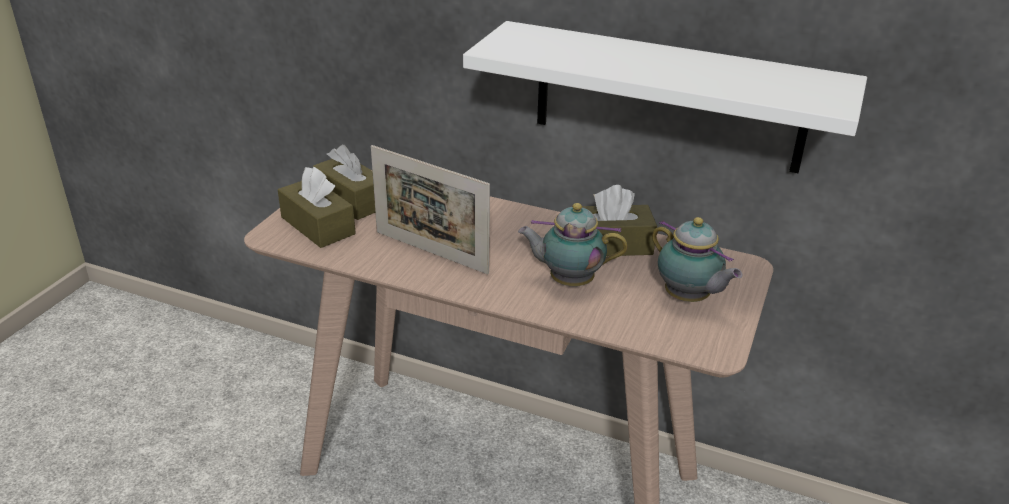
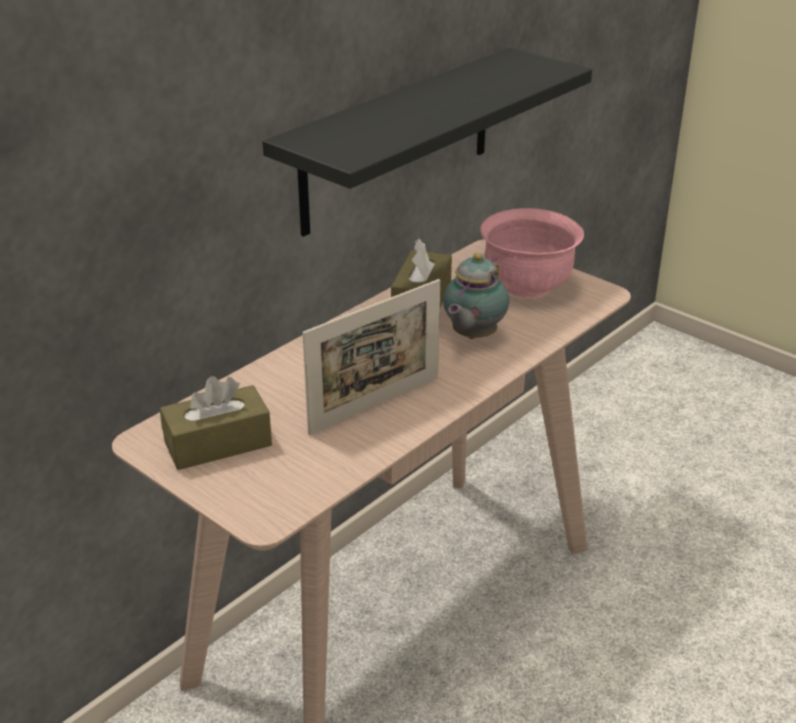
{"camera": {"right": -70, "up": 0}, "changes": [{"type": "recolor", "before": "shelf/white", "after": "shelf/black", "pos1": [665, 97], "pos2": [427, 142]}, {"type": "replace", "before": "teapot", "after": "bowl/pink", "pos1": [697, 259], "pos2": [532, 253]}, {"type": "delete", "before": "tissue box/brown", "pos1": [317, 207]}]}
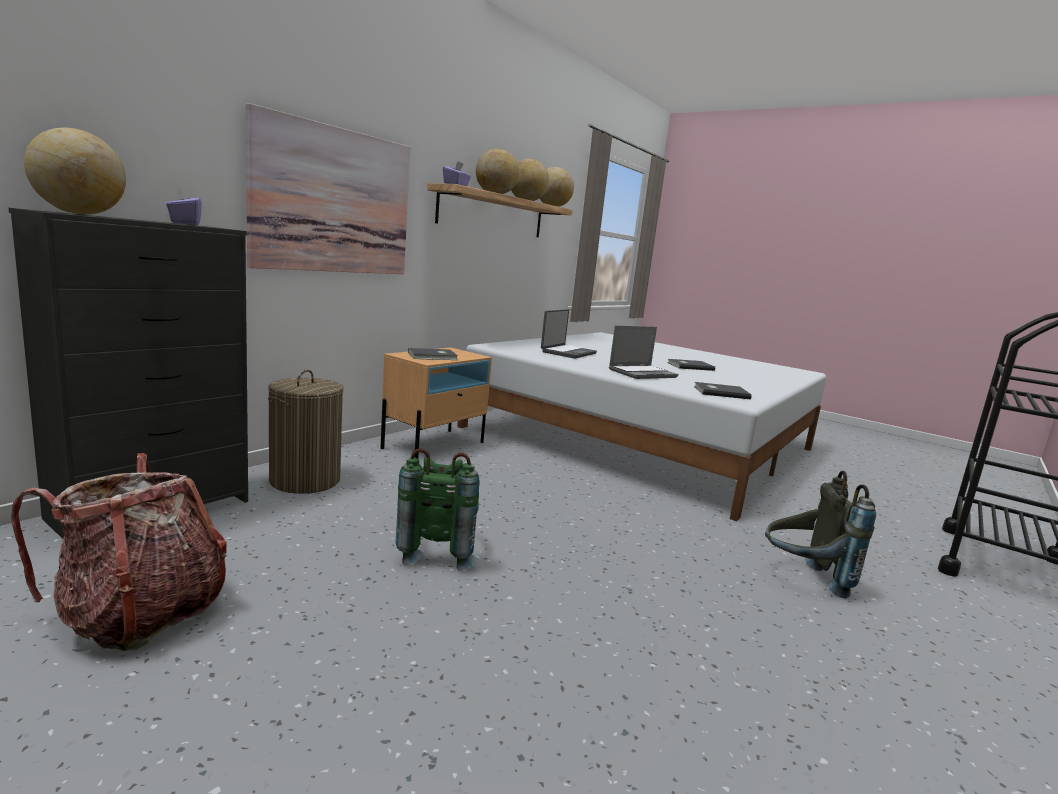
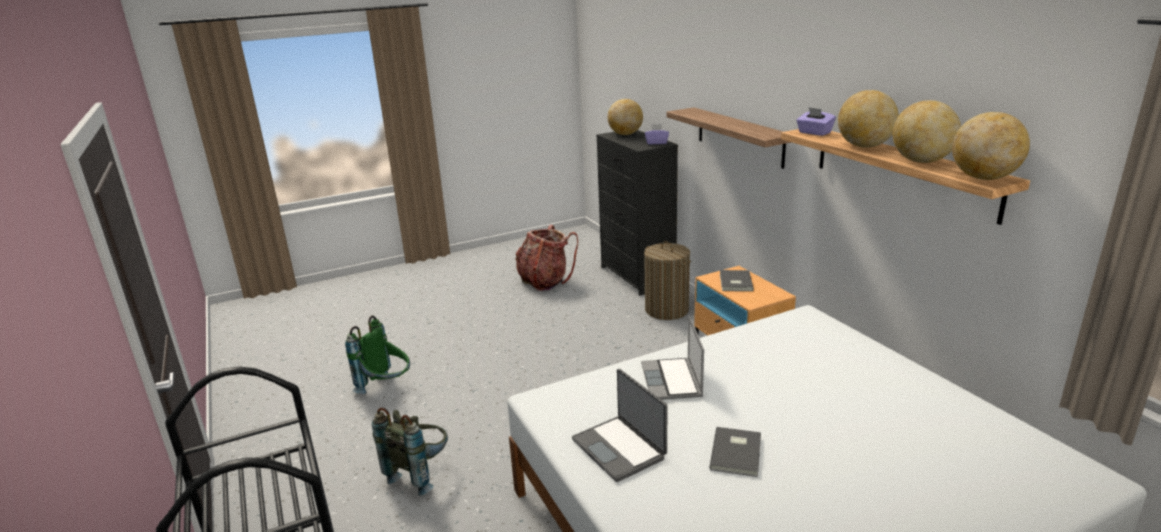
{"camera": {"right": 120, "up": 10}, "changes": [{"type": "move", "before": "backpack/green", "pos1": [438, 509], "pos2": [377, 355]}, {"type": "move", "before": "laptop", "pos1": [569, 334], "pos2": [619, 425]}, {"type": "replace", "before": "picture", "after": "shelf", "pos1": [328, 188], "pos2": [729, 138]}, {"type": "delete", "before": "book/grey", "pos1": [723, 391]}]}
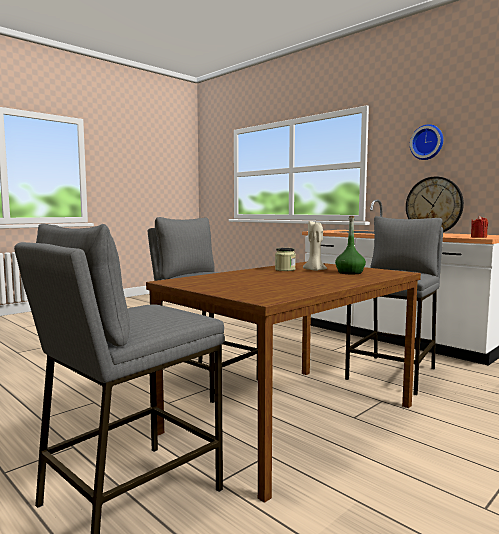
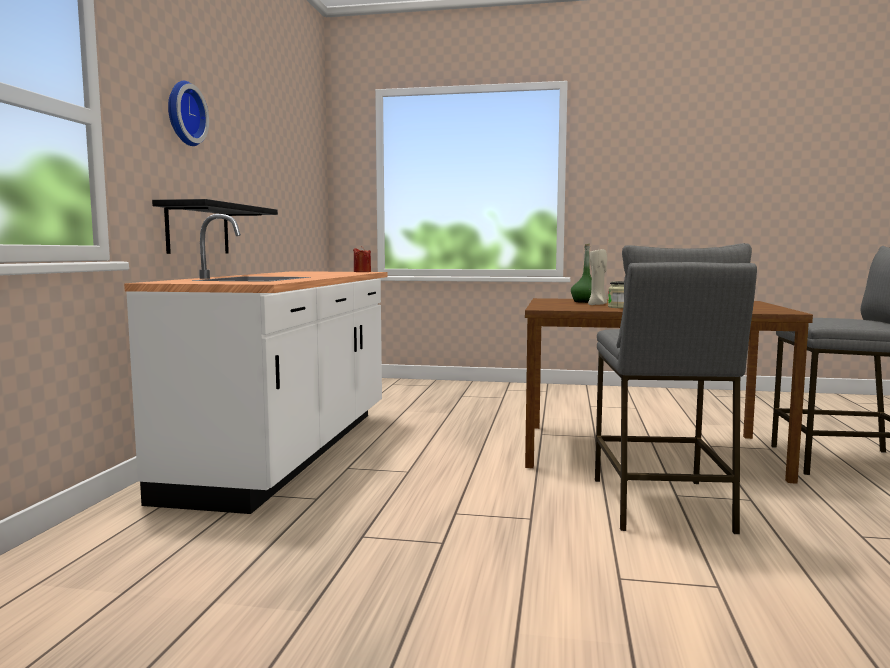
{"camera": {"right": -125, "up": 0}, "changes": [{"type": "replace", "before": "wall clock", "after": "shelf/black", "pos1": [435, 204], "pos2": [215, 226]}, {"type": "delete", "before": "stool/grey", "pos1": [394, 305]}]}
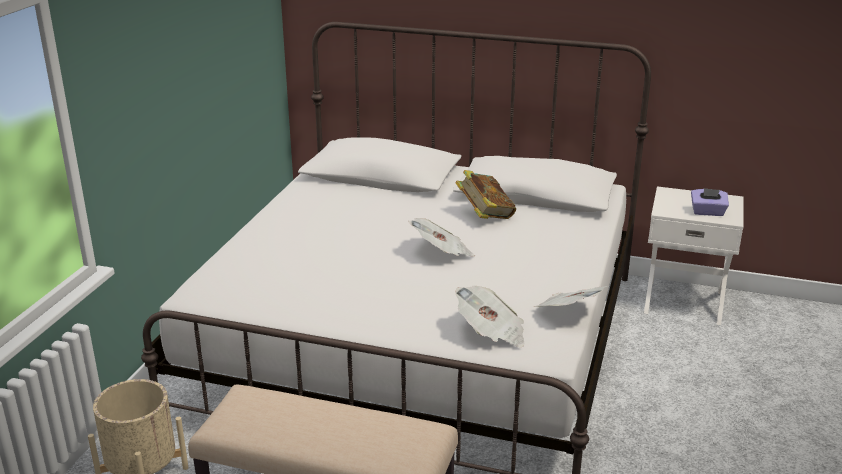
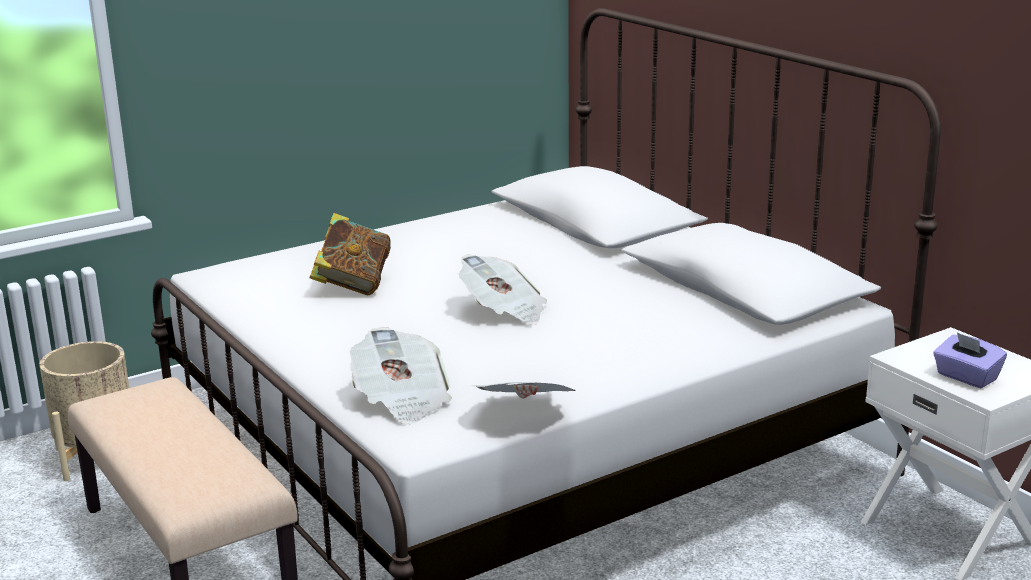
{"camera": {"right": 40, "up": -5}, "changes": [{"type": "move", "before": "book", "pos1": [485, 194], "pos2": [350, 254]}]}
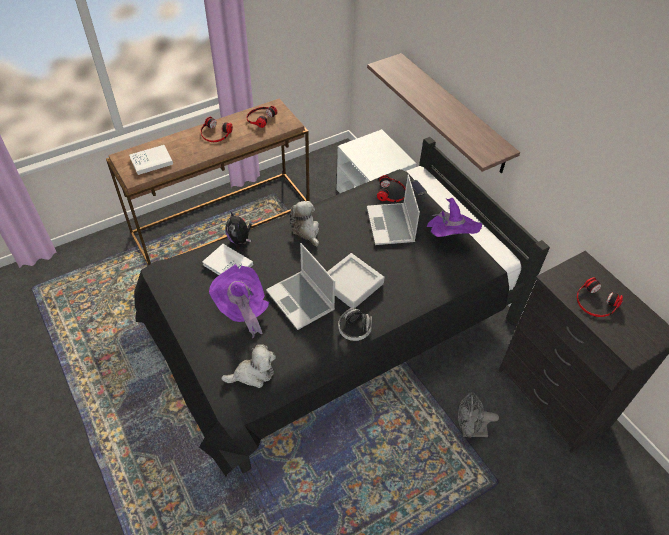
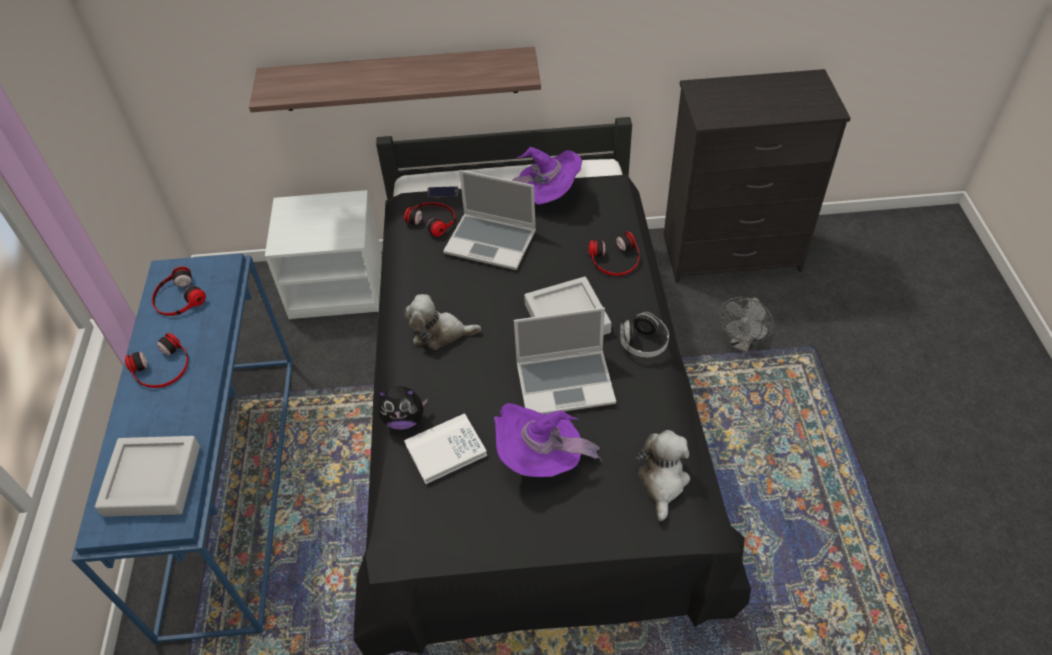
{"camera": {"right": -60, "up": 0}, "changes": [{"type": "recolor", "before": "console table/brown", "after": "console table/blue", "pos1": [208, 182], "pos2": [182, 448]}, {"type": "replace", "before": "book/white", "after": "tray/grey", "pos1": [151, 160], "pos2": [147, 476]}, {"type": "move", "before": "headphones", "pos1": [600, 297], "pos2": [614, 254]}]}
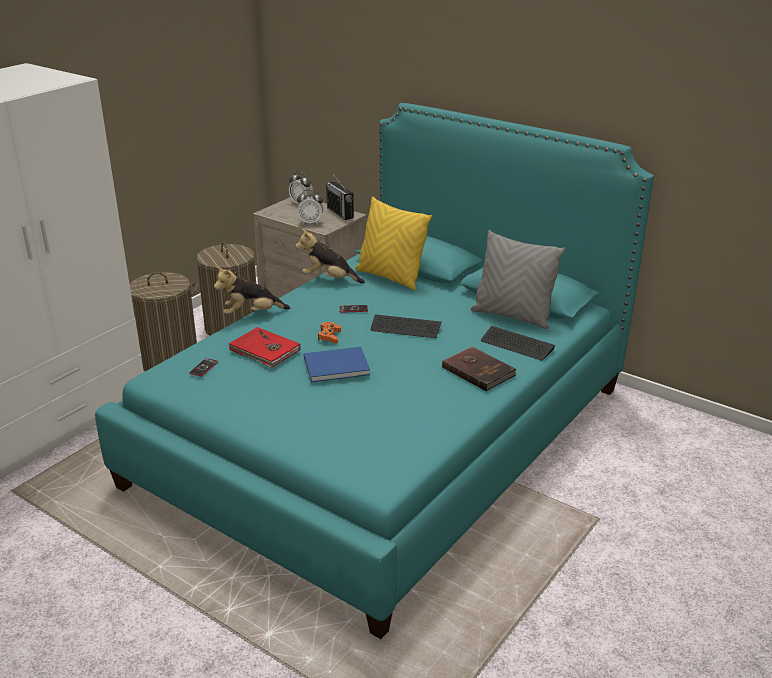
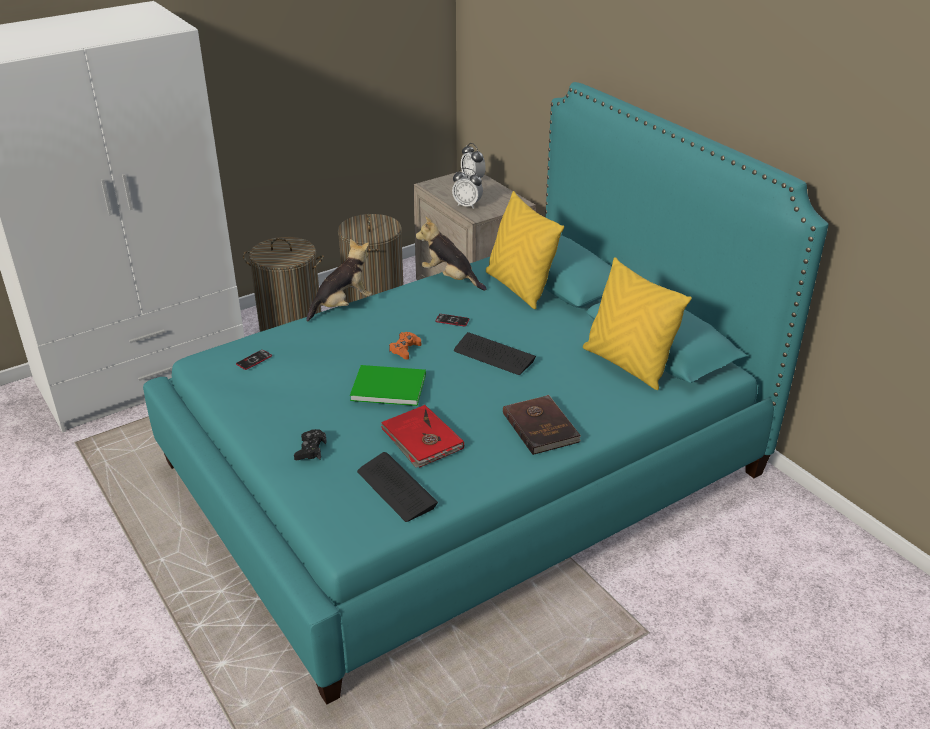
{"camera": {"right": 20, "up": 5}, "changes": [{"type": "insert", "after": "game controller/black", "pos2": [310, 444]}, {"type": "rotate", "before": "plush toy", "pos1": [252, 290], "pos2": [339, 280], "turn": 135}, {"type": "recolor", "before": "book/blue", "after": "book/green", "pos1": [337, 364], "pos2": [388, 385]}, {"type": "move", "before": "keyboard", "pos1": [518, 343], "pos2": [397, 487]}, {"type": "move", "before": "book/red", "pos1": [264, 347], "pos2": [422, 436]}, {"type": "recolor", "before": "pillow/grey", "after": "pillow/yellow", "pos1": [518, 279], "pos2": [637, 323]}, {"type": "delete", "before": "radio", "pos1": [339, 196]}]}
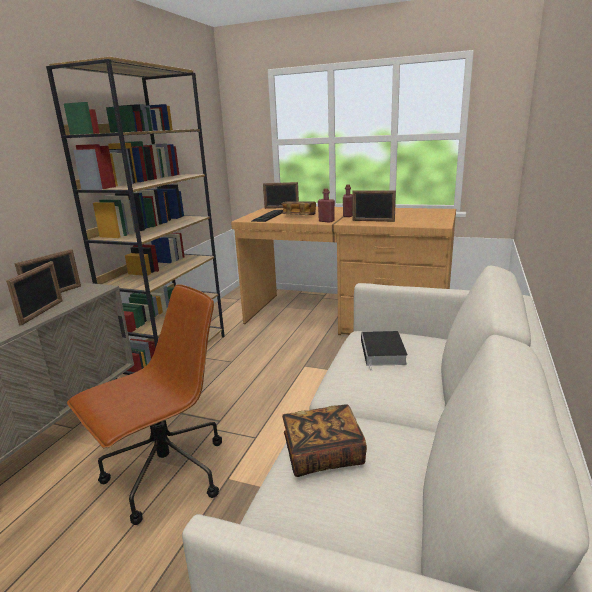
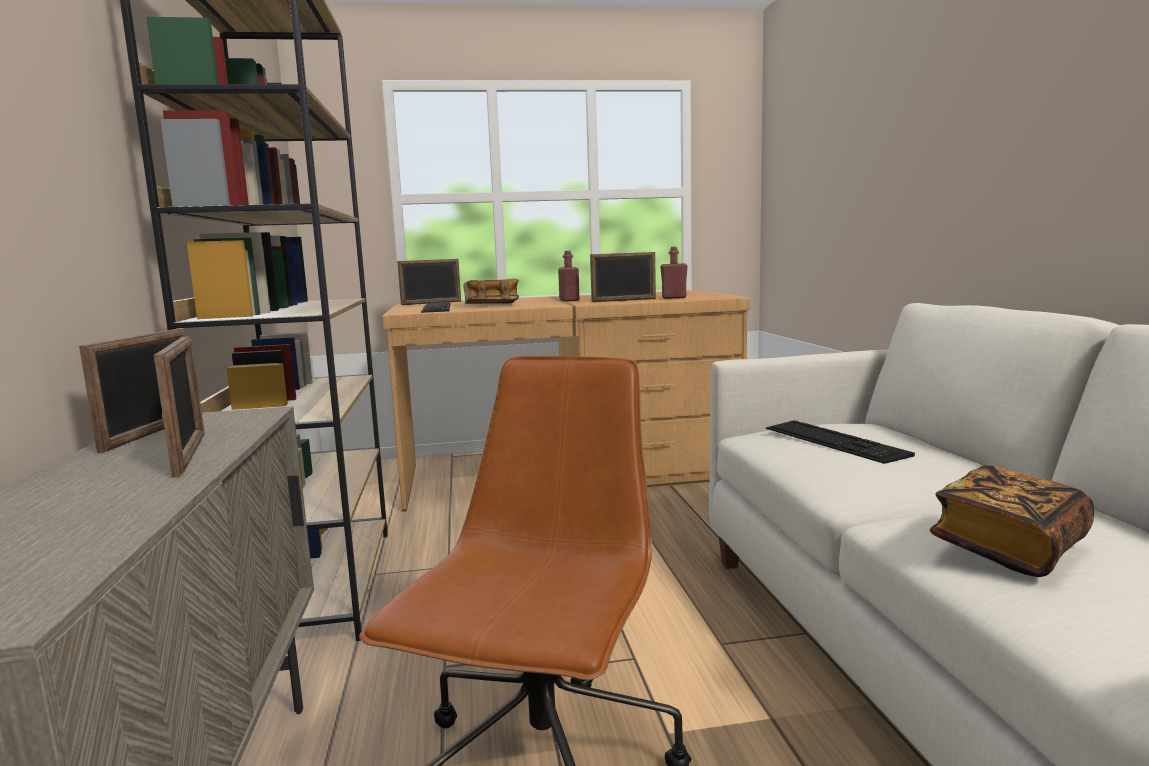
{"camera": {"right": -30, "up": -10}, "changes": [{"type": "move", "before": "bottle/red", "pos1": [326, 205], "pos2": [674, 273]}, {"type": "replace", "before": "book", "after": "keyboard", "pos1": [384, 351], "pos2": [840, 442]}]}
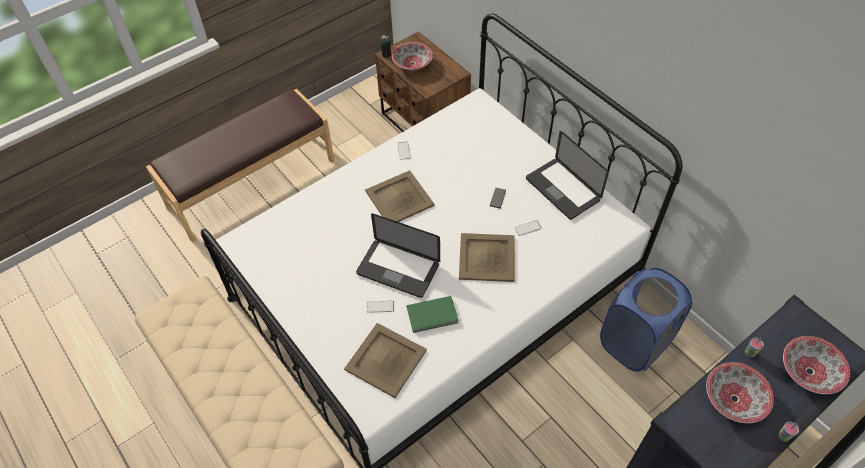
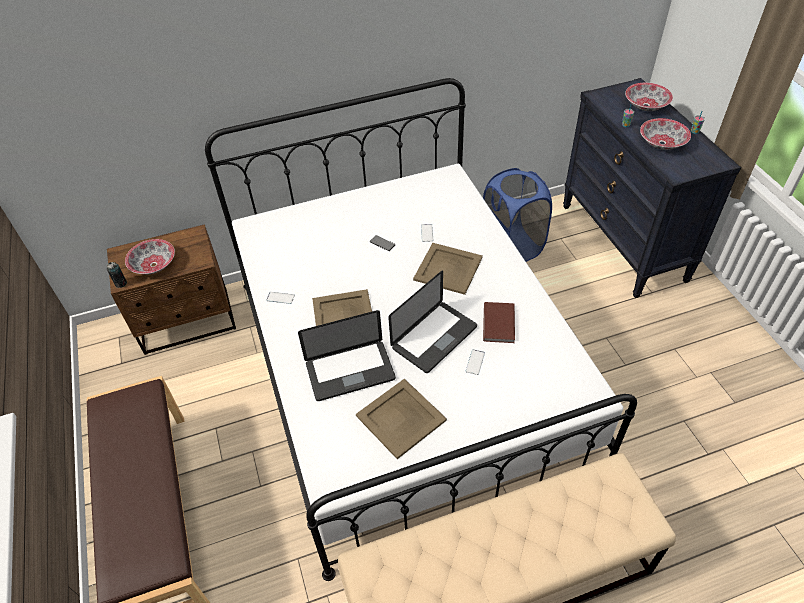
{"camera": {"right": -70, "up": -5}, "changes": [{"type": "move", "before": "laptop", "pos1": [567, 175], "pos2": [347, 355]}, {"type": "move", "before": "tray/beige", "pos1": [385, 360], "pos2": [401, 419]}, {"type": "recolor", "before": "book/green", "after": "book/brown", "pos1": [432, 314], "pos2": [499, 322]}]}
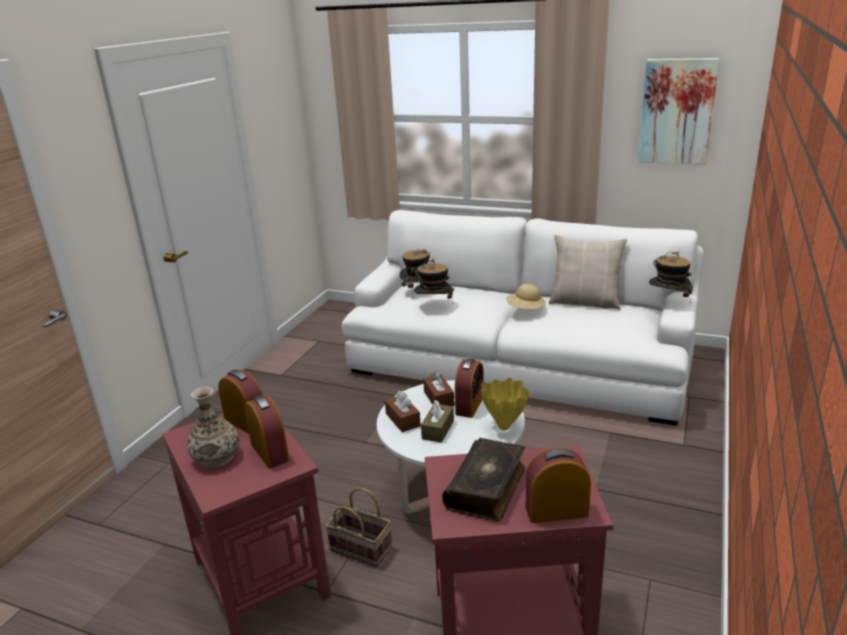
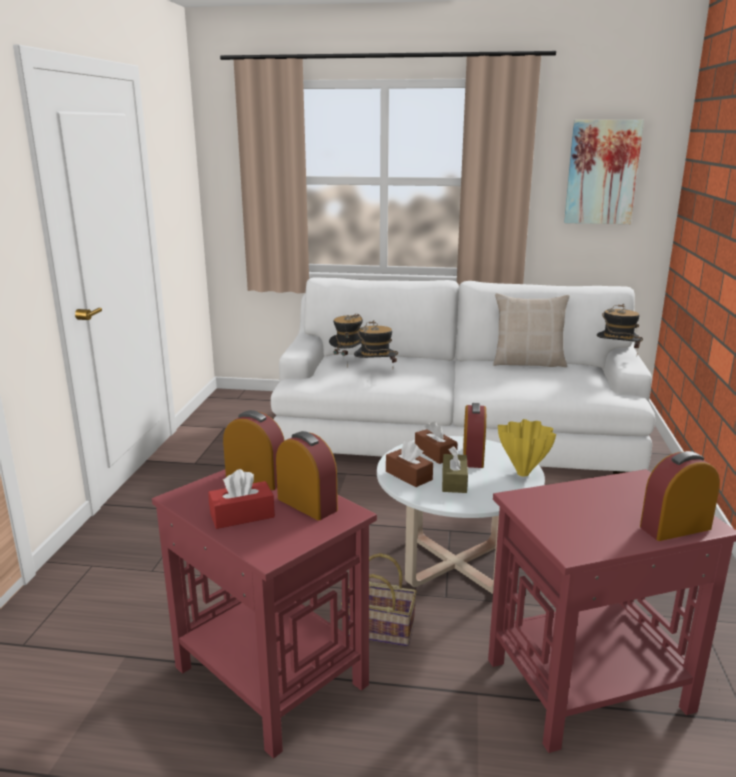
{"camera": {"right": -15, "up": -5}, "changes": [{"type": "replace", "before": "vase", "after": "tissue box/red", "pos1": [213, 427], "pos2": [241, 499]}, {"type": "delete", "before": "book", "pos1": [483, 479]}, {"type": "delete", "before": "hat/beige", "pos1": [526, 296]}]}
